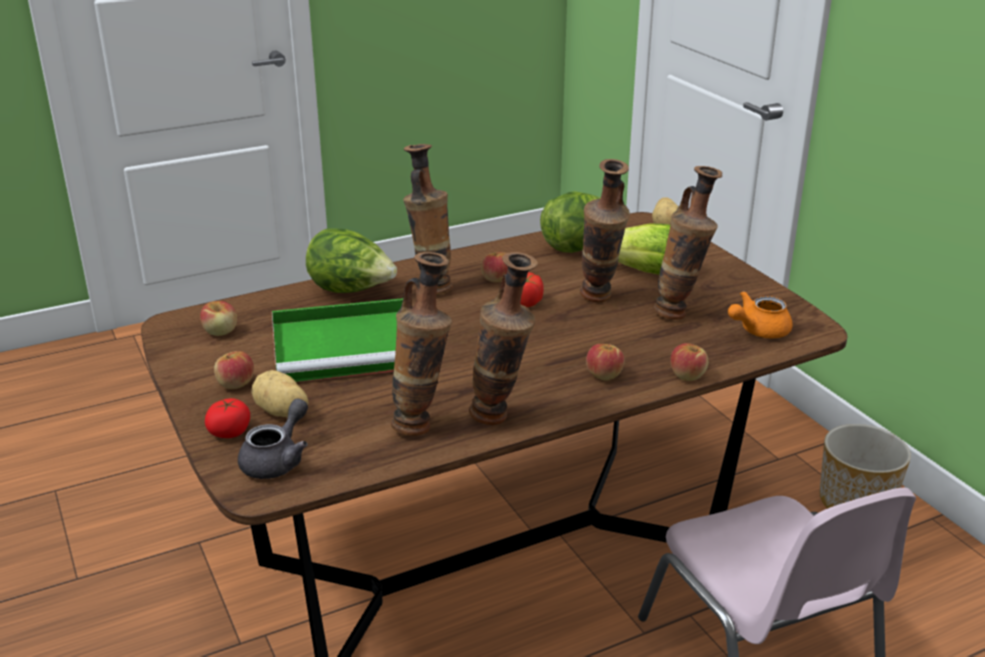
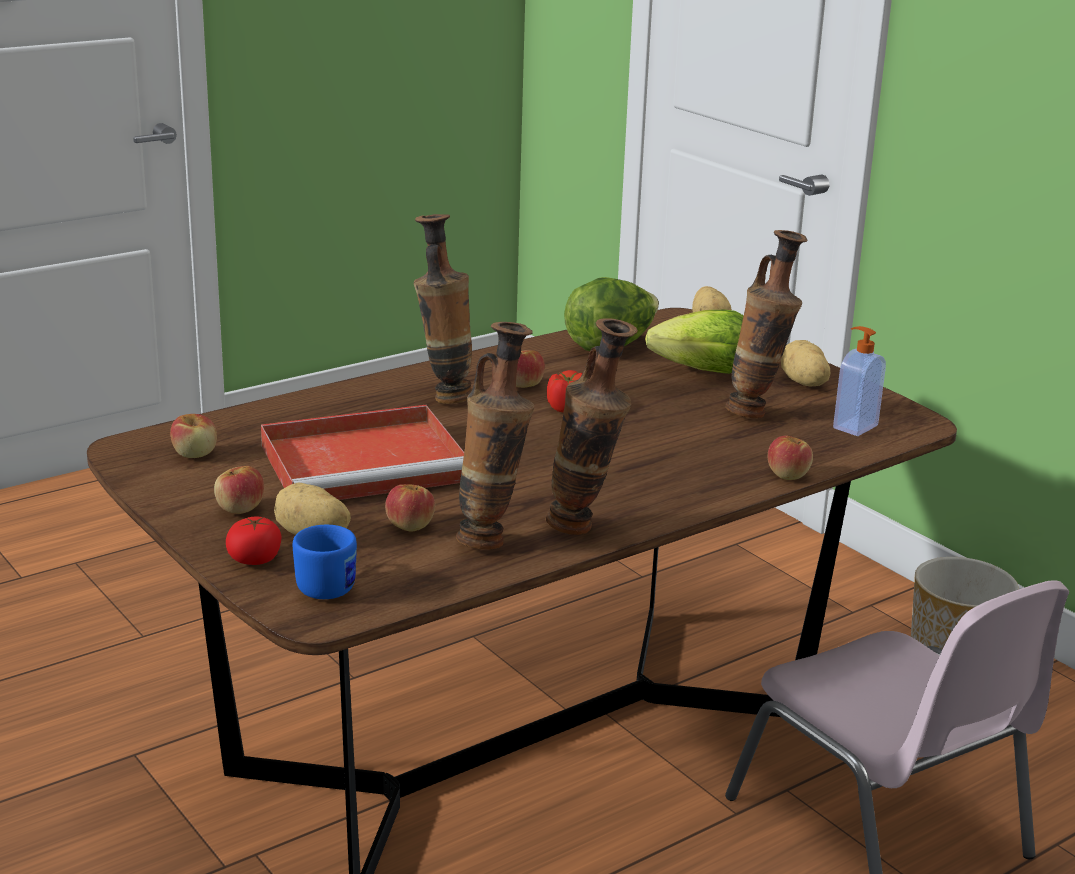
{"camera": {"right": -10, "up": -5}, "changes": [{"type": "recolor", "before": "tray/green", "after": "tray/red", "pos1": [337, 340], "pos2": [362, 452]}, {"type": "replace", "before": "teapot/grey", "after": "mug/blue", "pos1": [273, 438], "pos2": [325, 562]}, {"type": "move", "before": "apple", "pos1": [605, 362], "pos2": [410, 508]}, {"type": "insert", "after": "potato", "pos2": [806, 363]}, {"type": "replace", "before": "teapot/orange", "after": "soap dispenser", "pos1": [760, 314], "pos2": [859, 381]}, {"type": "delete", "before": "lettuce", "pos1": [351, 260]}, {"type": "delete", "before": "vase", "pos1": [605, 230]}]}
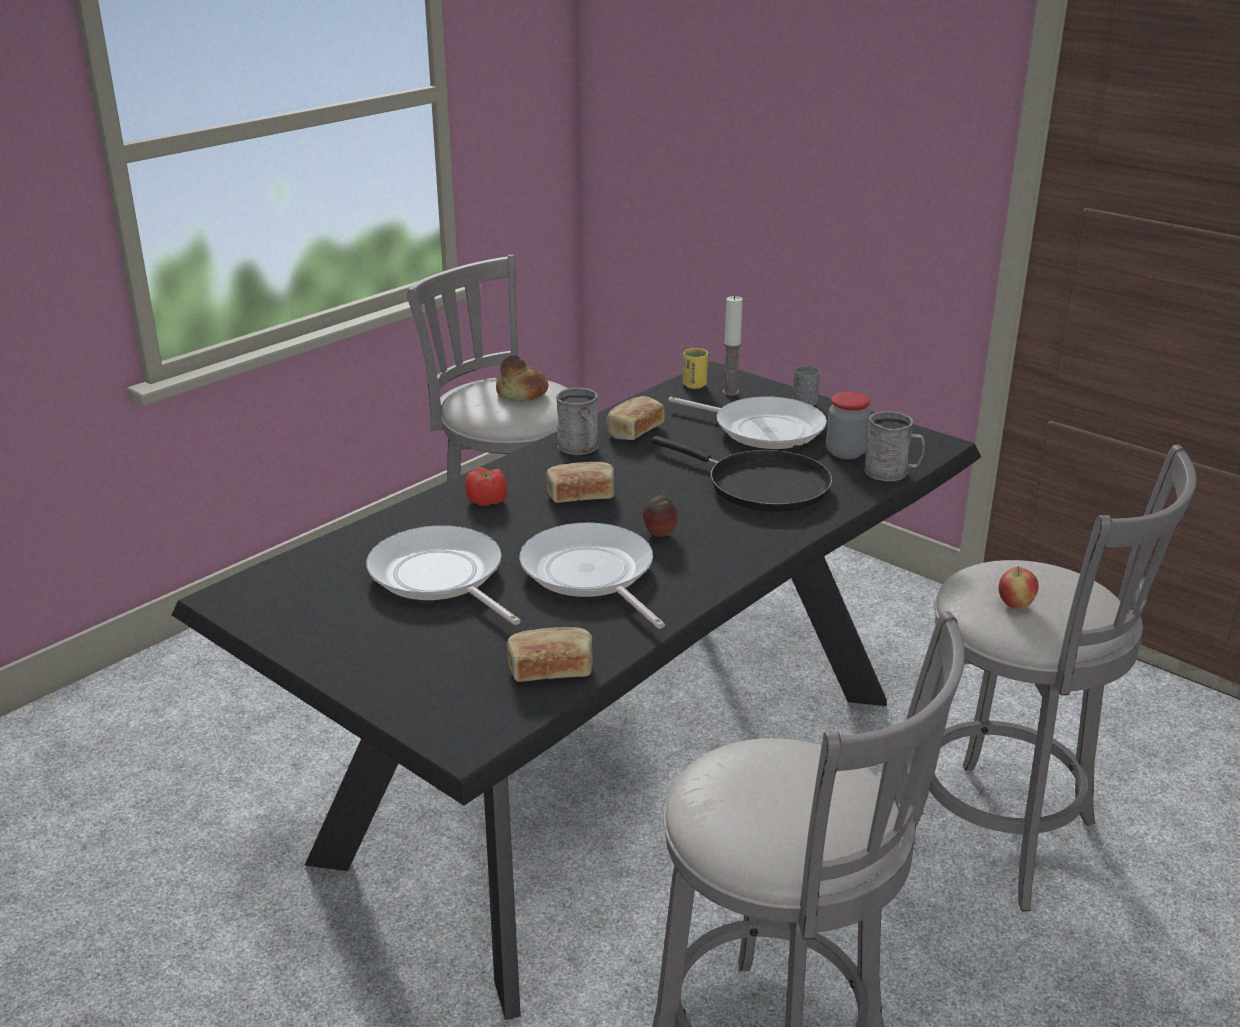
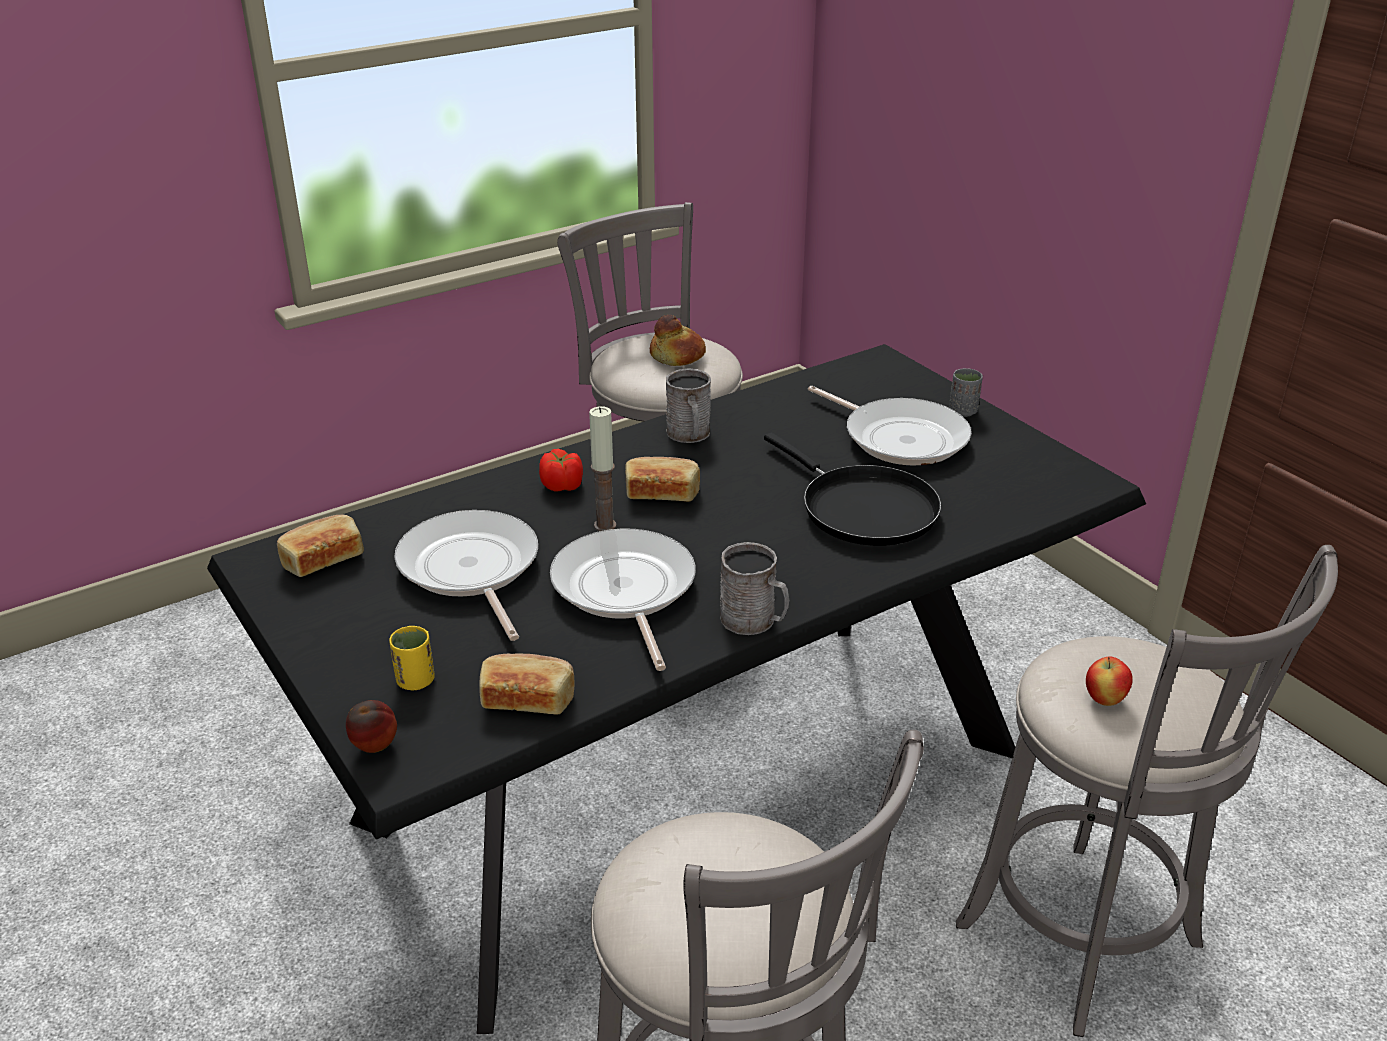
{"camera": {"right": 15, "up": 5}, "changes": [{"type": "move", "before": "bread", "pos1": [635, 418], "pos2": [320, 545]}, {"type": "move", "before": "apple", "pos1": [660, 516], "pos2": [371, 726]}, {"type": "move", "before": "cup/yellow", "pos1": [695, 368], "pos2": [412, 658]}, {"type": "move", "before": "candle", "pos1": [732, 346], "pos2": [602, 468]}, {"type": "move", "before": "mug/grey", "pos1": [894, 446], "pos2": [754, 588]}, {"type": "delete", "before": "jar", "pos1": [848, 425]}]}
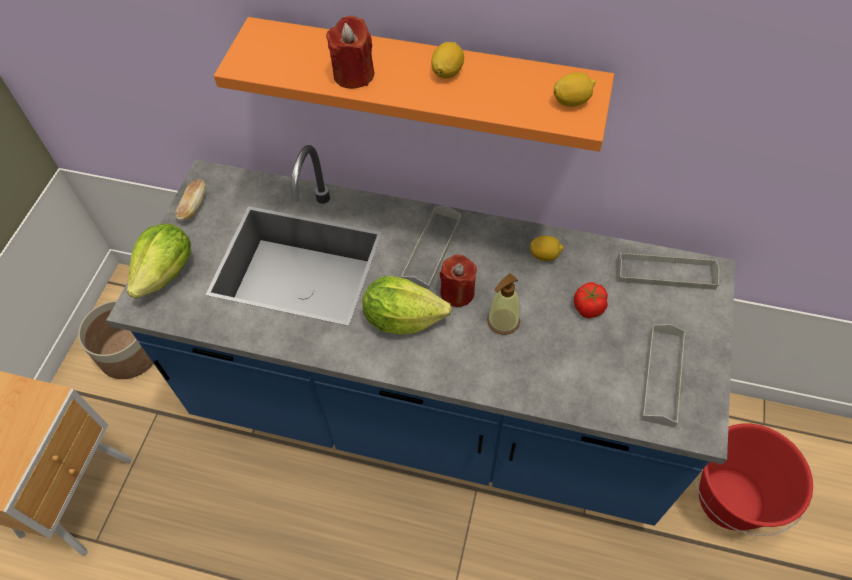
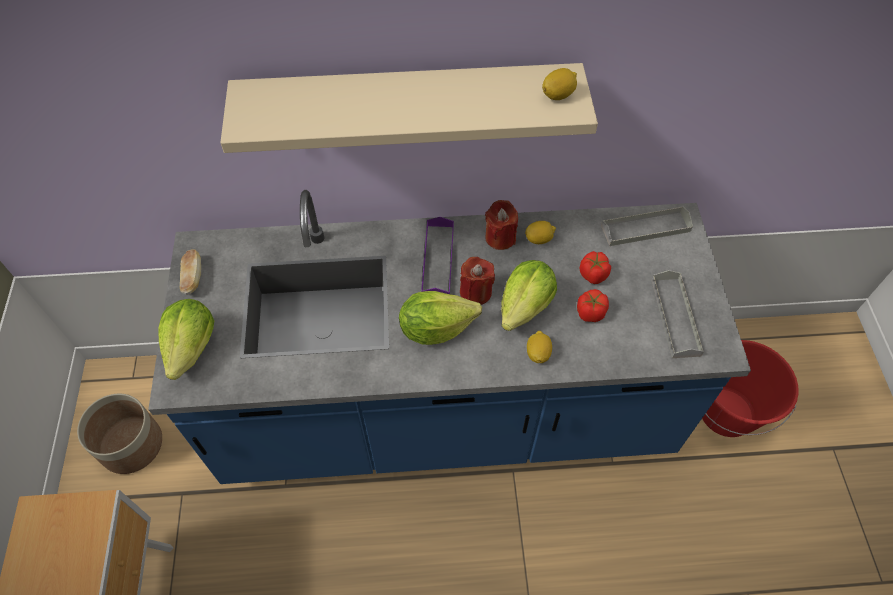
{"camera": {"right": -20, "up": 0}, "changes": [{"type": "recolor", "before": "shelf/orange", "after": "shelf/beige", "pos1": [414, 84], "pos2": [409, 108]}, {"type": "recolor", "before": "tray/grey", "after": "tray/purple", "pos1": [431, 248], "pos2": [437, 255]}, {"type": "move", "before": "candle/red", "pos1": [350, 52], "pos2": [501, 225]}, {"type": "replace", "before": "soap dispenser", "after": "lettuce", "pos1": [503, 304], "pos2": [529, 295]}, {"type": "move", "before": "lemon", "pos1": [447, 60], "pos2": [539, 347]}, {"type": "insert", "after": "tomato", "pos2": [593, 305]}]}
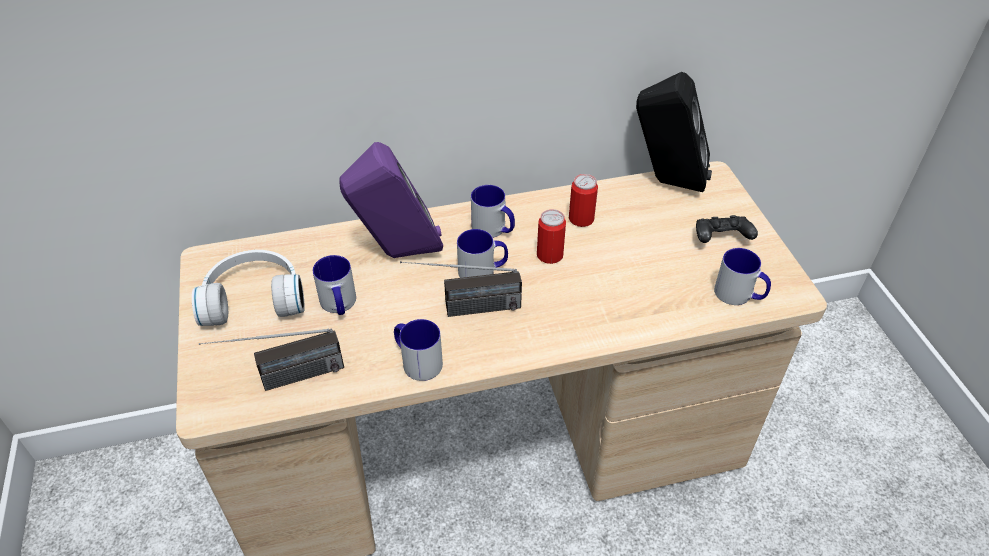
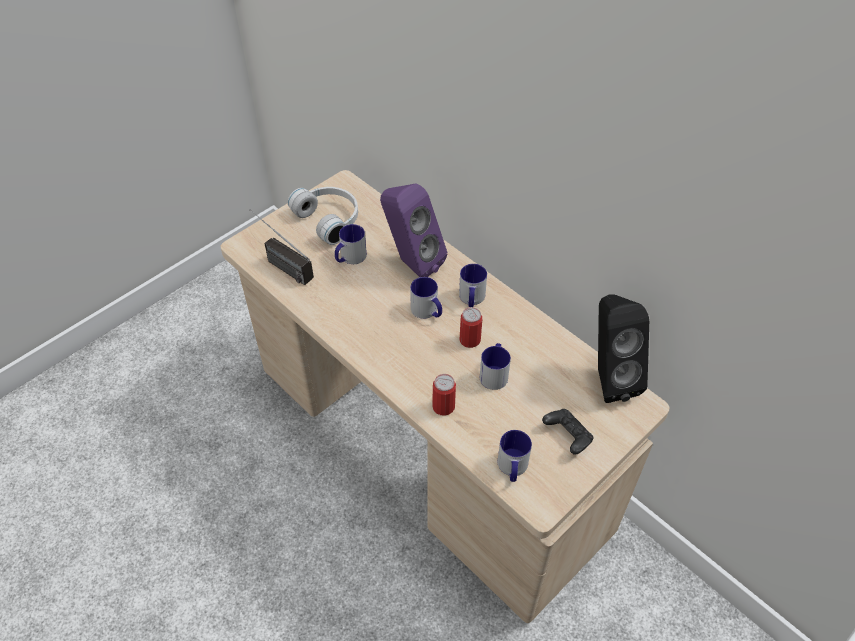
{"camera": {"right": 60, "up": 5}, "changes": [{"type": "move", "before": "can", "pos1": [583, 200], "pos2": [444, 395]}, {"type": "move", "before": "mug", "pos1": [418, 350], "pos2": [495, 366]}, {"type": "delete", "before": "radio", "pos1": [461, 289]}]}
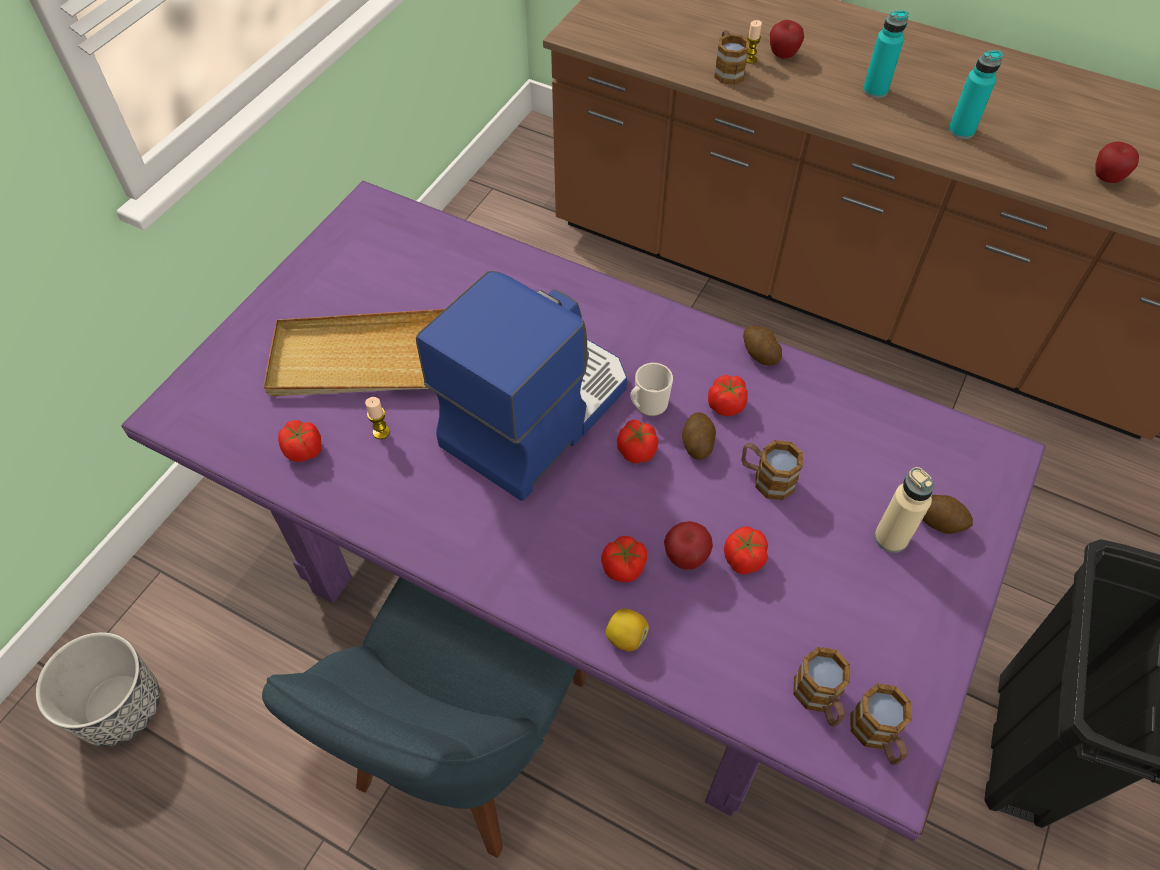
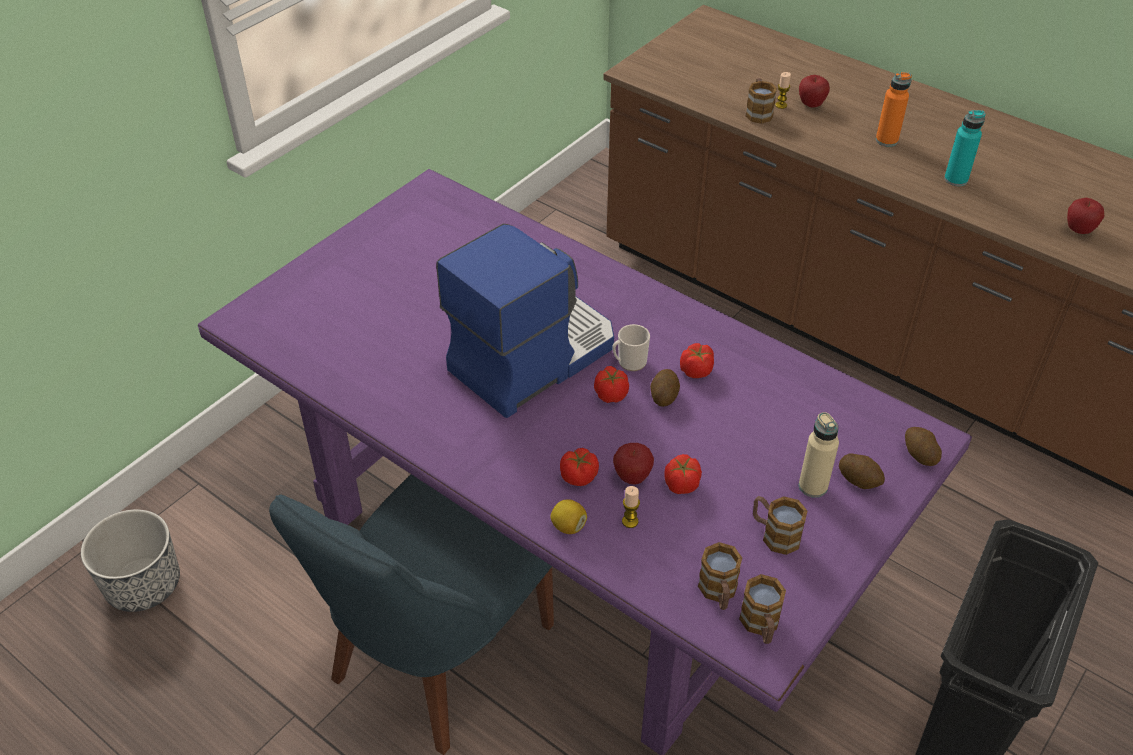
{"camera": {"right": 10, "up": -10}, "changes": [{"type": "move", "before": "candle", "pos1": [377, 418], "pos2": [631, 507]}, {"type": "move", "before": "mug", "pos1": [772, 470], "pos2": [780, 525]}, {"type": "recolor", "before": "bottle/turquoise", "after": "bottle/orange", "pos1": [886, 54], "pos2": [894, 109]}, {"type": "move", "before": "potato", "pos1": [762, 346], "pos2": [923, 446]}, {"type": "delete", "before": "tray/beige", "pos1": [354, 352]}, {"type": "delete", "before": "tomato", "pos1": [300, 441]}]}
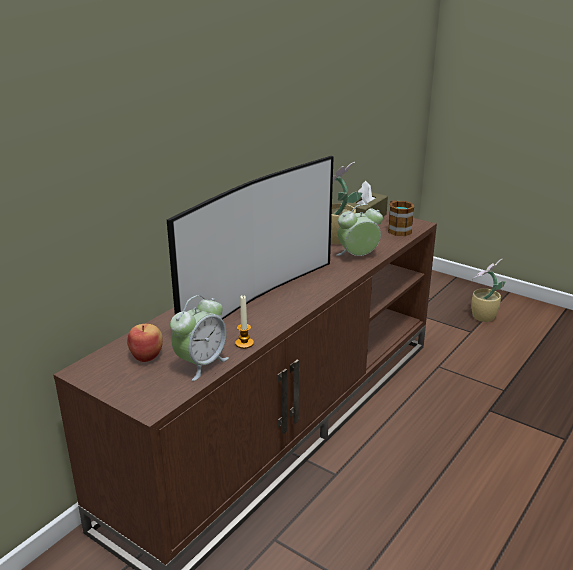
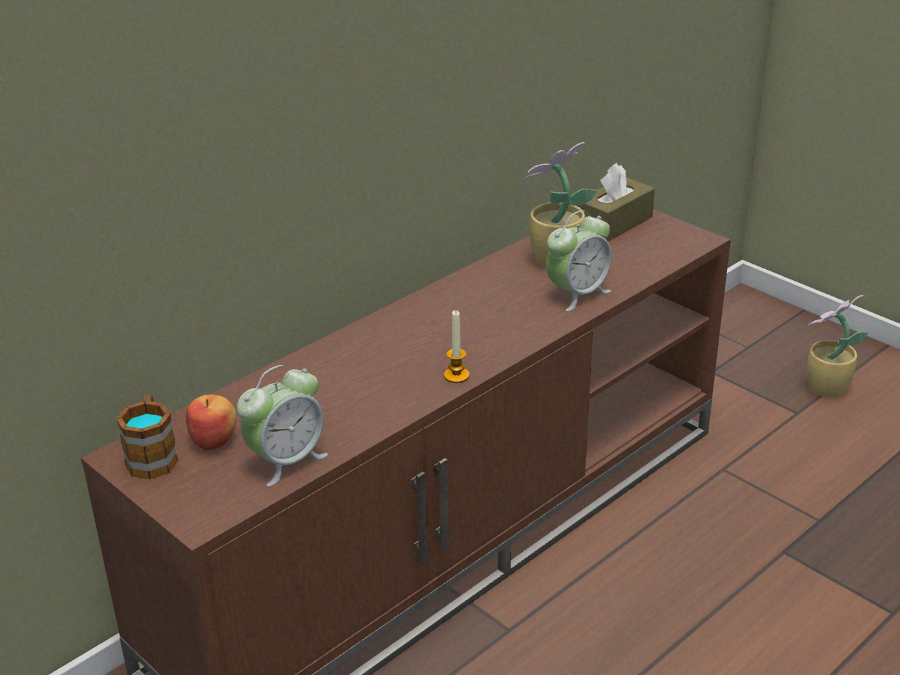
{"camera": {"right": 10, "up": 5}, "changes": [{"type": "move", "before": "mug", "pos1": [401, 218], "pos2": [147, 436]}, {"type": "move", "before": "candle", "pos1": [244, 322], "pos2": [457, 346]}, {"type": "rotate", "before": "alarm clock", "pos1": [360, 230], "pos2": [579, 260], "turn": 150}, {"type": "delete", "before": "television", "pos1": [250, 238]}]}
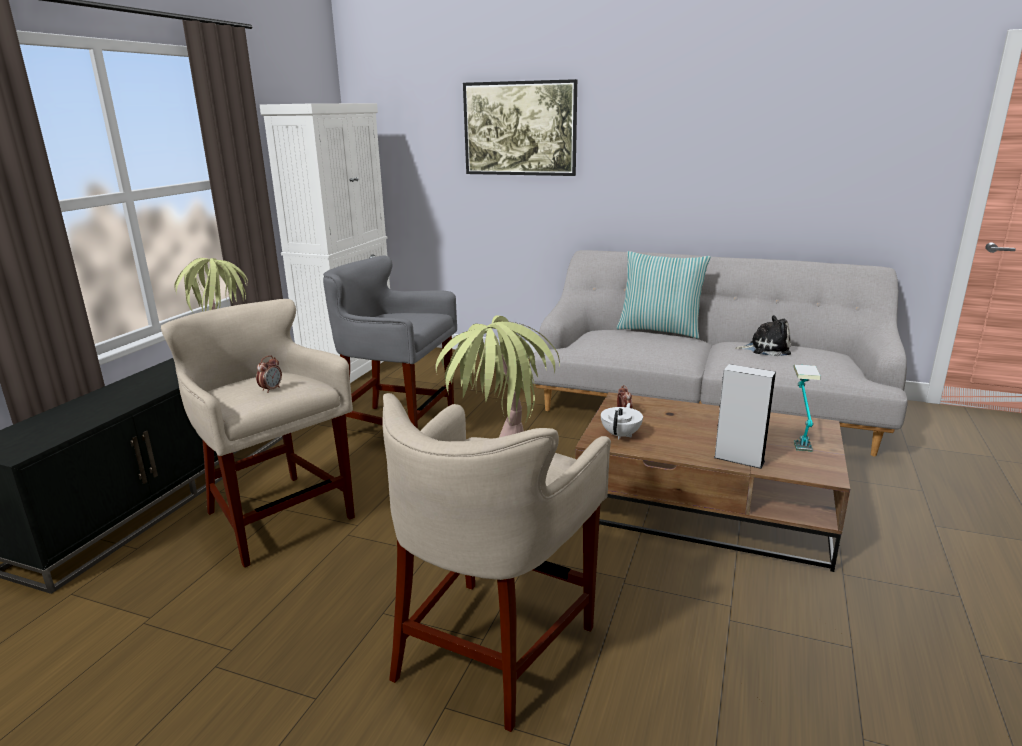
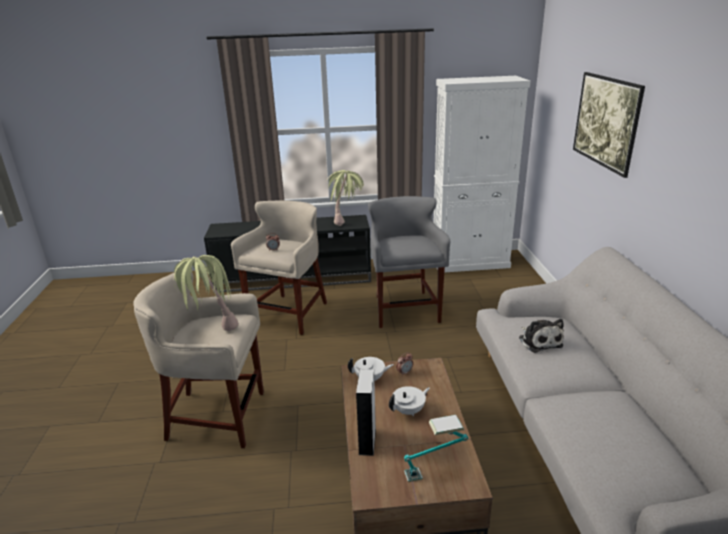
{"camera": {"right": 65, "up": 5}, "changes": [{"type": "insert", "after": "teapot/white", "pos2": [409, 401]}, {"type": "move", "before": "plush toy", "pos1": [763, 335], "pos2": [541, 336]}, {"type": "delete", "before": "pillow", "pos1": [663, 295]}]}
